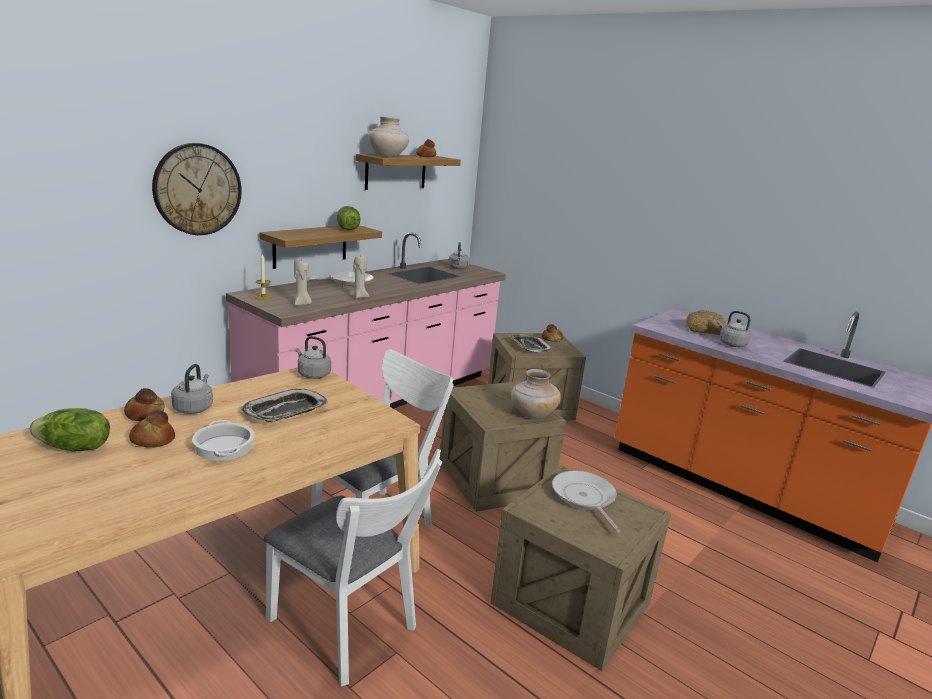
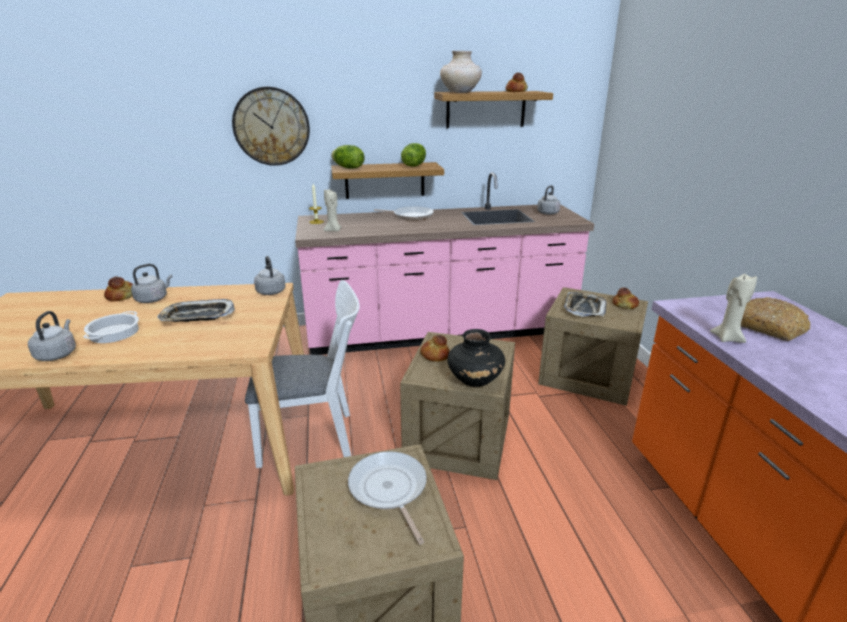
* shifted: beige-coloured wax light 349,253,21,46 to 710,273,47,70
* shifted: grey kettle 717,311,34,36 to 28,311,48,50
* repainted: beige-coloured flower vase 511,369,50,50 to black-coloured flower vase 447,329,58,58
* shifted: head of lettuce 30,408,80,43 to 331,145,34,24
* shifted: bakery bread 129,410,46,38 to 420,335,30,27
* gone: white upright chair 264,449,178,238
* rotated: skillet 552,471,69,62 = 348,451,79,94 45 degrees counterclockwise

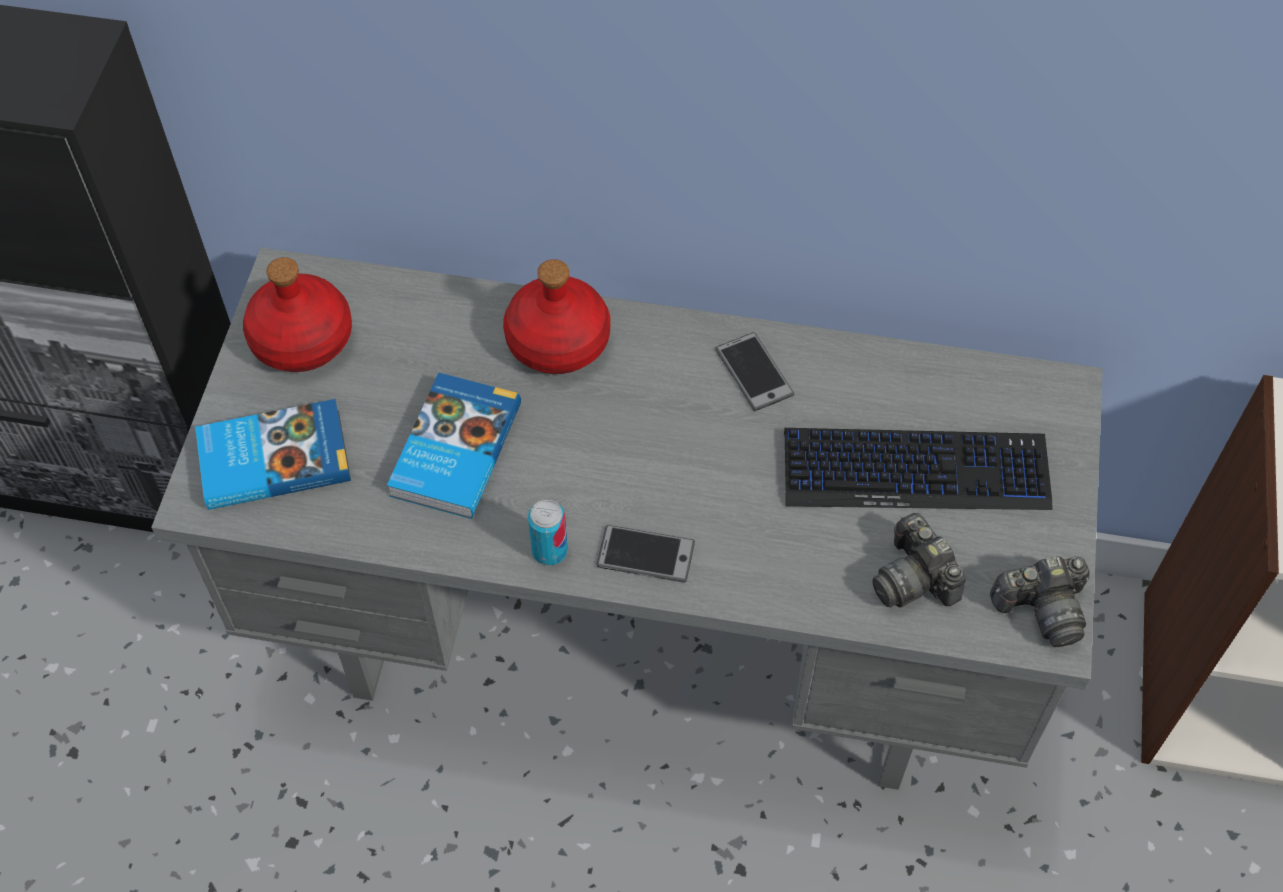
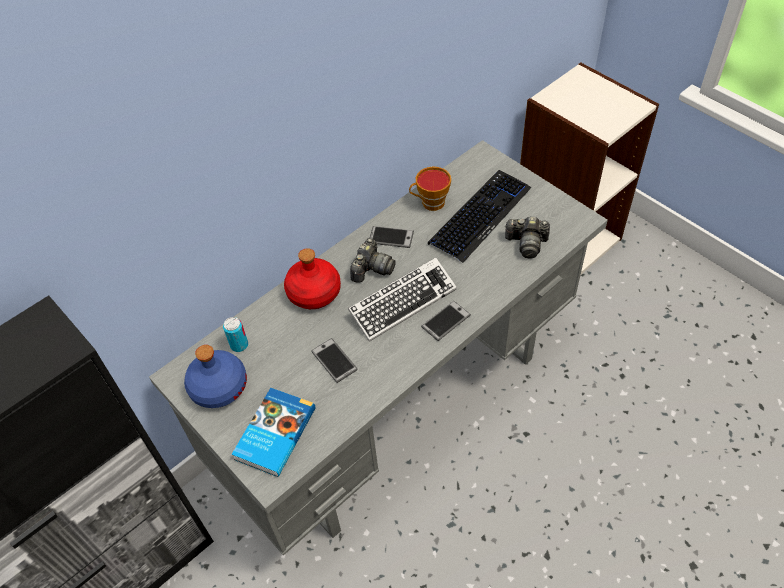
* repainted: red drink bottle 243,257,109,115 to bluish drink bottle 184,345,63,63
* swapped: volume 387,372,134,147 to telephone 311,338,47,45
* shifted: sealed can 528,500,40,65 to 223,317,25,35
* shifted: still camera 990,556,100,91 to 350,238,46,45
* new: cup 409,166,42,45
* new: PC keyboard 348,257,109,85

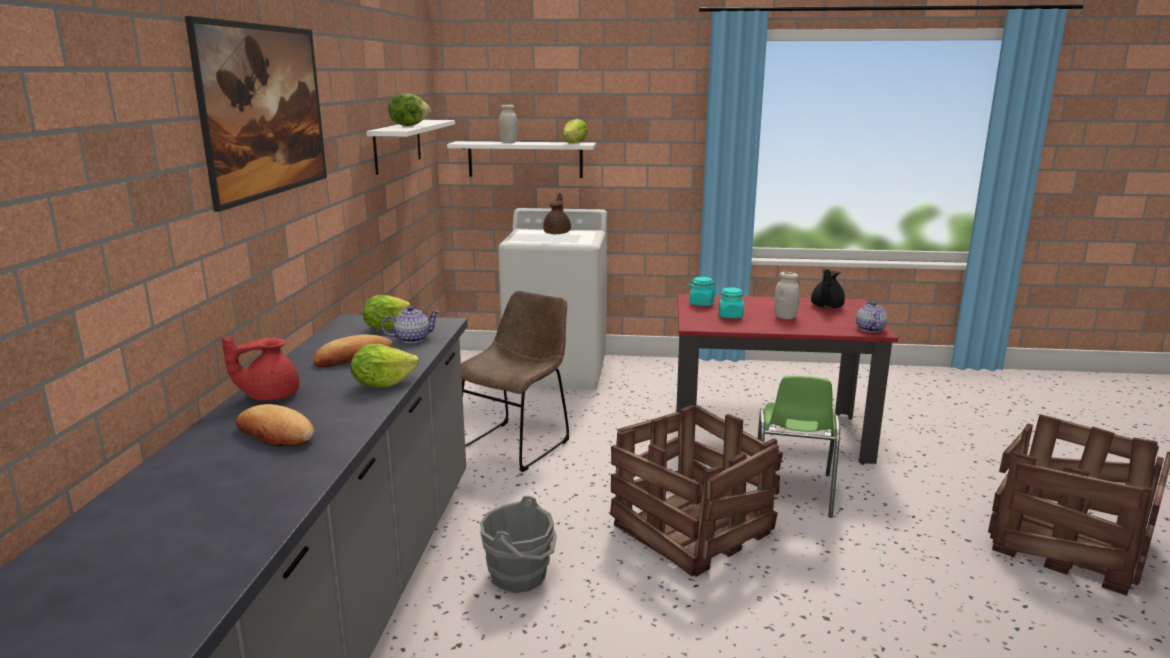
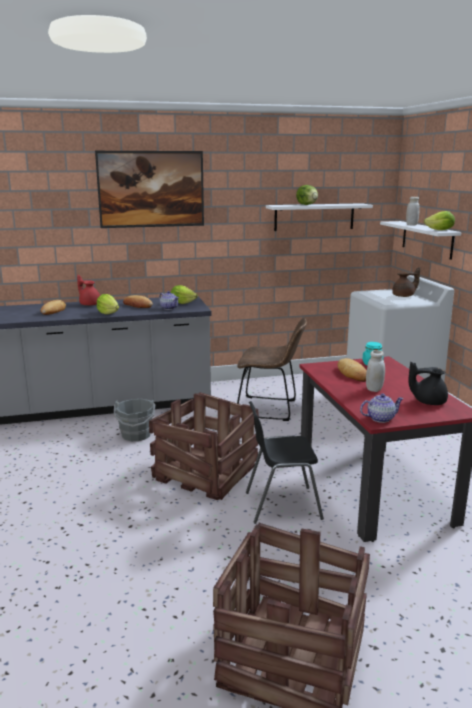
* swapped: blue-green jar 718,287,26,31 to bakery bread 337,358,30,24
* repainted: greenish upright chair 757,376,83,142 to black-coloured upright chair 246,401,78,123

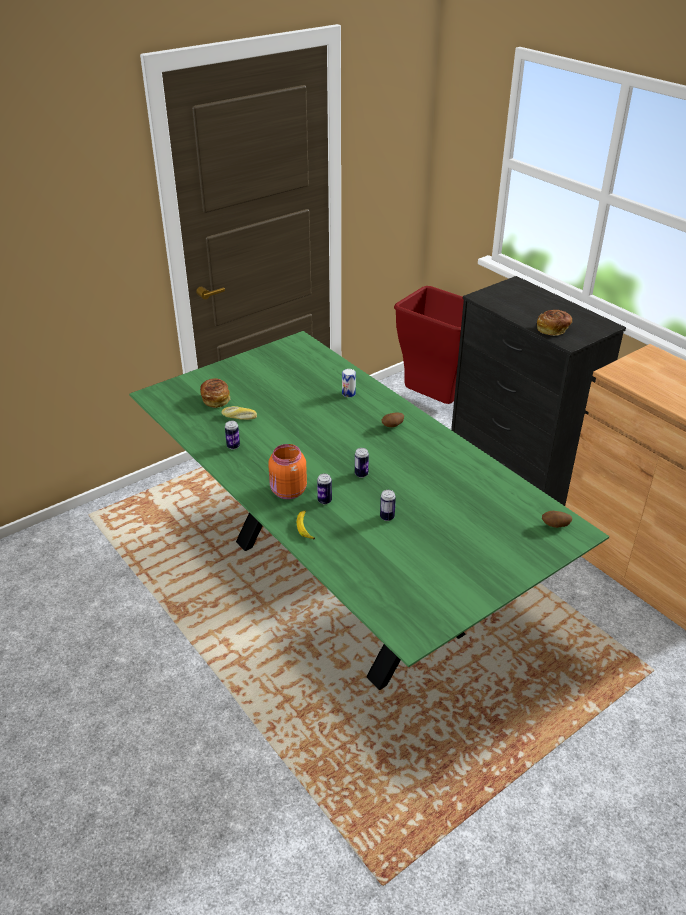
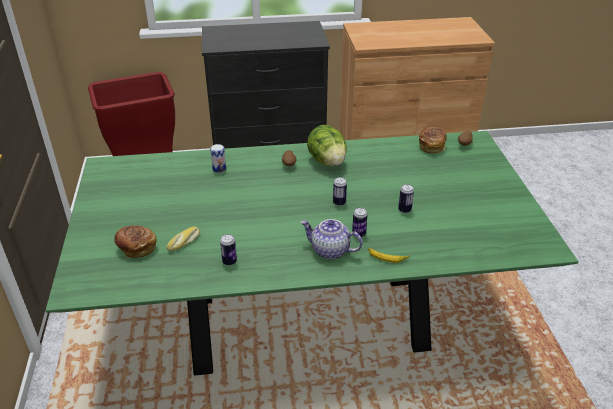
* shifted: bakery bread 537,310,35,26 to 419,127,28,27
* swapped: orange jar 268,444,39,55 to teapot 301,219,62,40
* new: head of lettuce 307,125,40,41

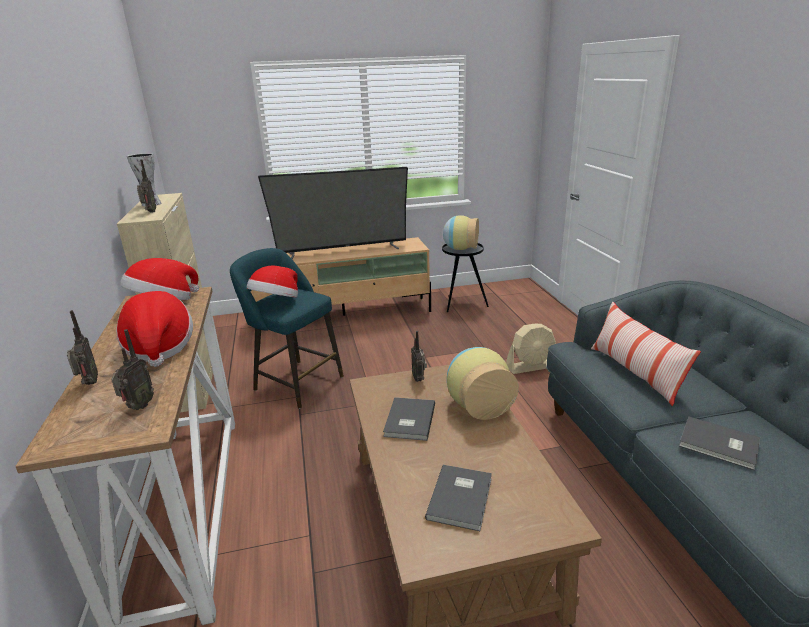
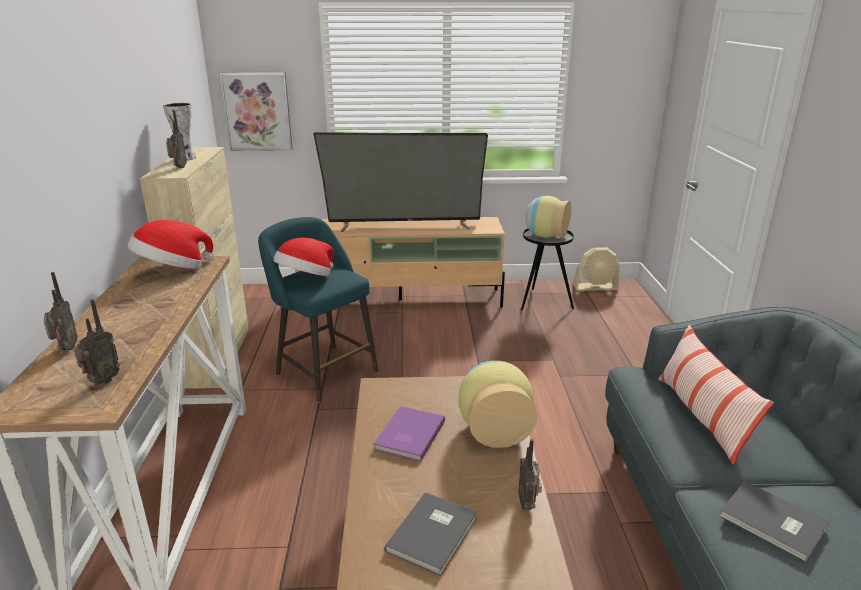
* gone: hat 116,291,77,76
* shifted: beige-coloured cooling fan 506,324,50,50 to 573,247,47,44
* shifted: radio set 411,331,16,51 to 518,439,24,71
* repainted: grey volume 383,397,52,44 to purple-coloured volume 374,406,71,56
* new: wall art 220,72,73,79

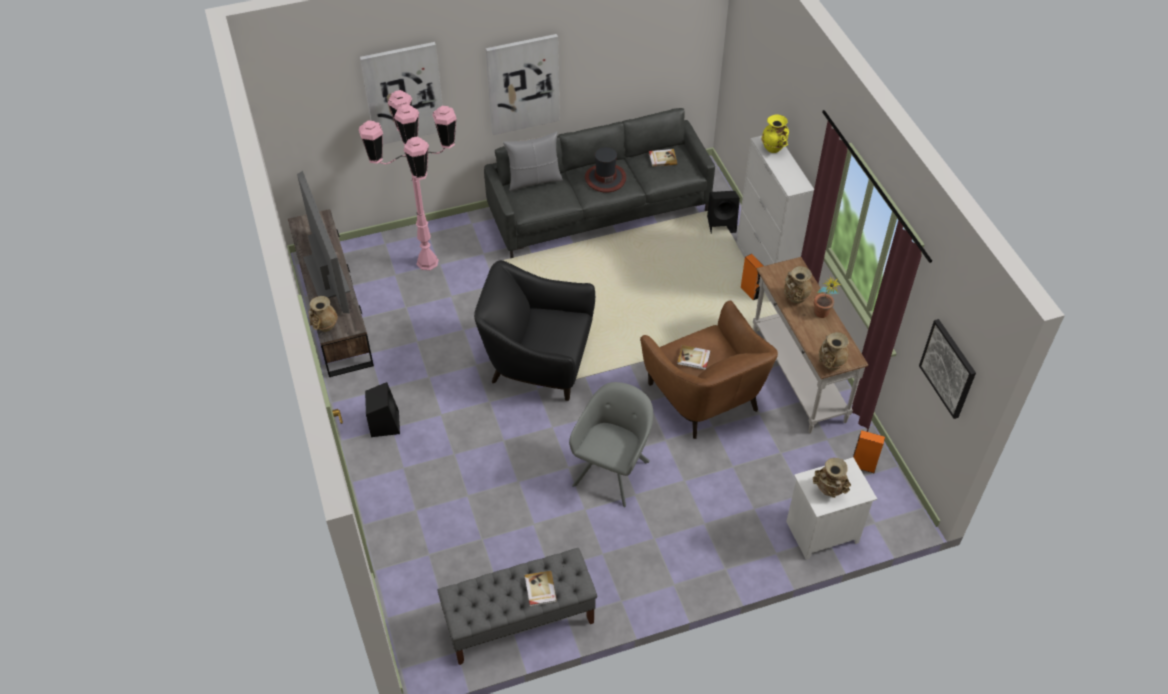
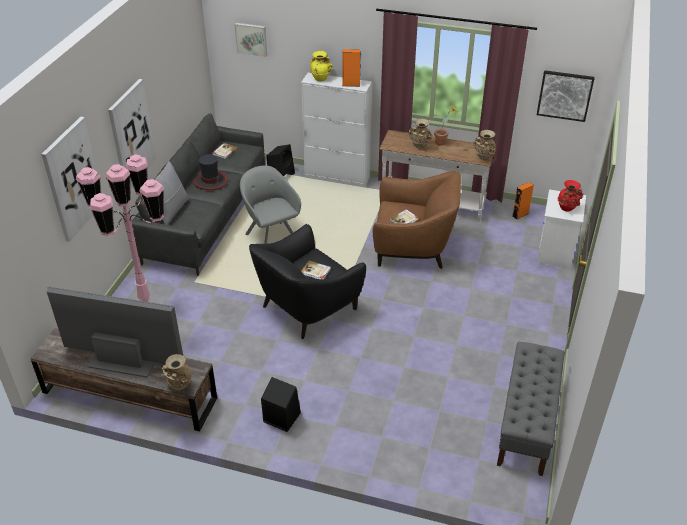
* shifted: orange audio speaker 741,254,22,46 to 342,49,19,38
* shifted: grey lounge chair 569,382,84,125 to 240,166,61,78
* repainted: beige-coloured flower vase 813,458,38,40 to red flower vase 558,180,25,32
* shifted: volume 525,571,32,36 to 301,261,30,18
* new: wall art 234,23,33,34

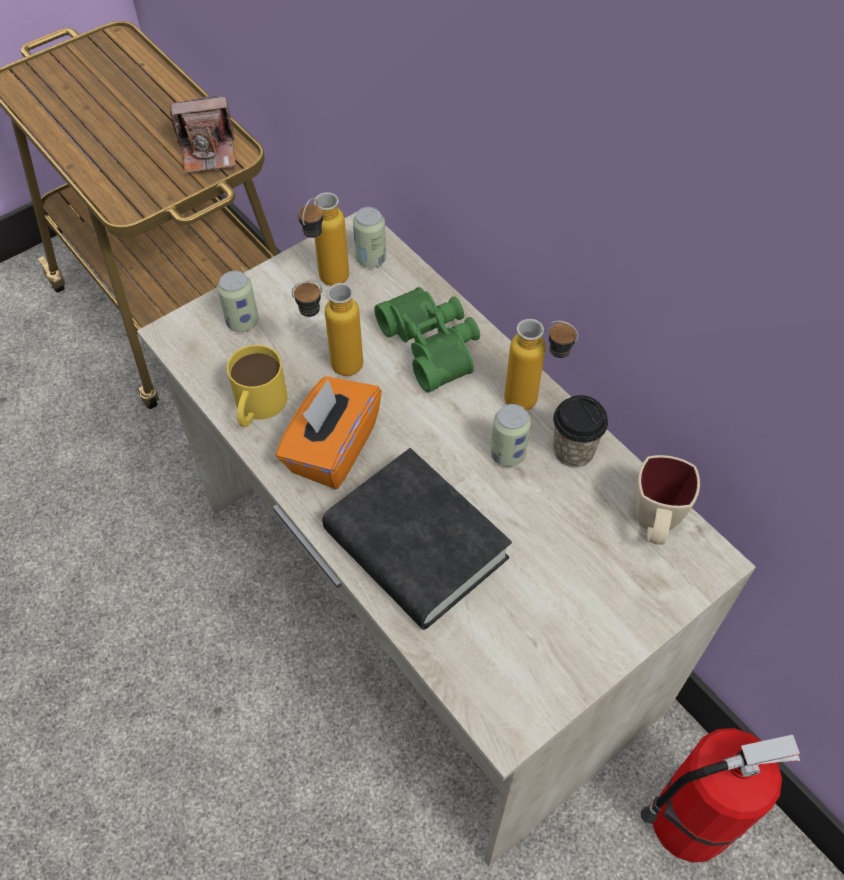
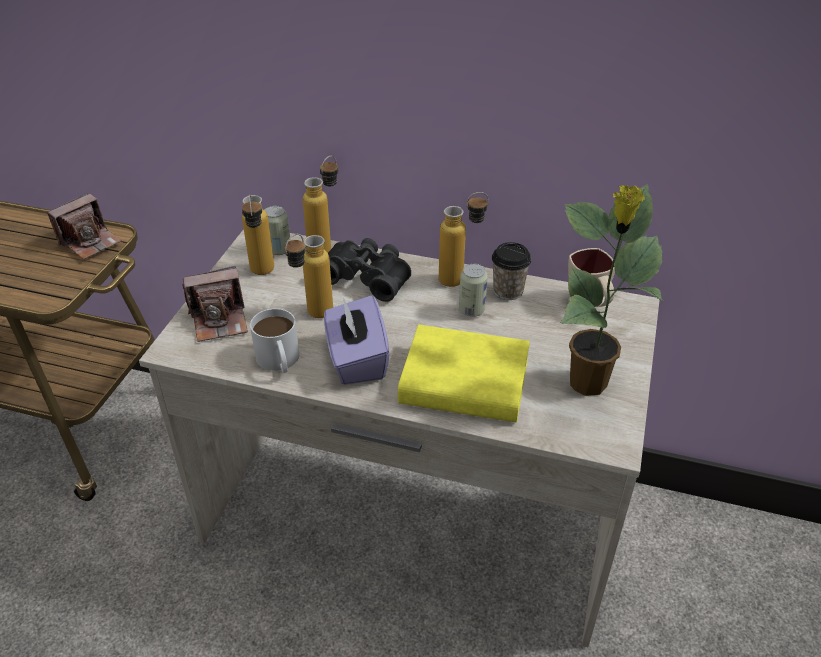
* swapped: sealed can 217,271,41,61 to still camera 182,266,66,76
* repainted: greenish field glasses 374,287,106,105 to black-coloured field glasses 328,238,83,64
* repainted: yellow tea mug 227,345,61,82 to white tea mug 250,308,49,65
* repainted: orange tissue box 275,376,107,113 to purple-coloured tissue box 324,295,66,90
* repainted: black-coloured volume 322,448,190,182 to yellow volume 398,325,132,97
* gone: fire extinguisher 641,728,159,135
* new: drink bottle 303,156,35,97
* new: potted plant 561,184,102,212

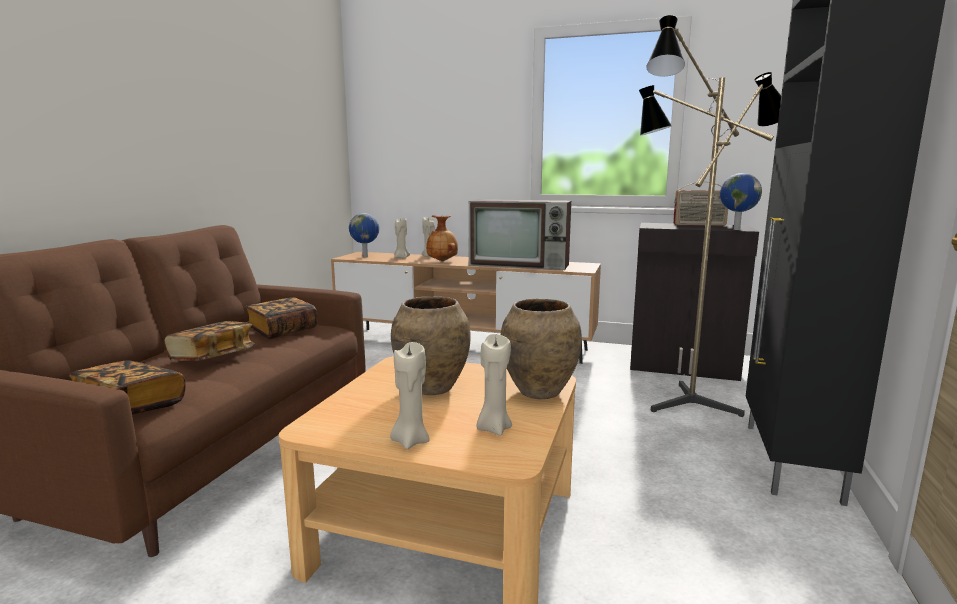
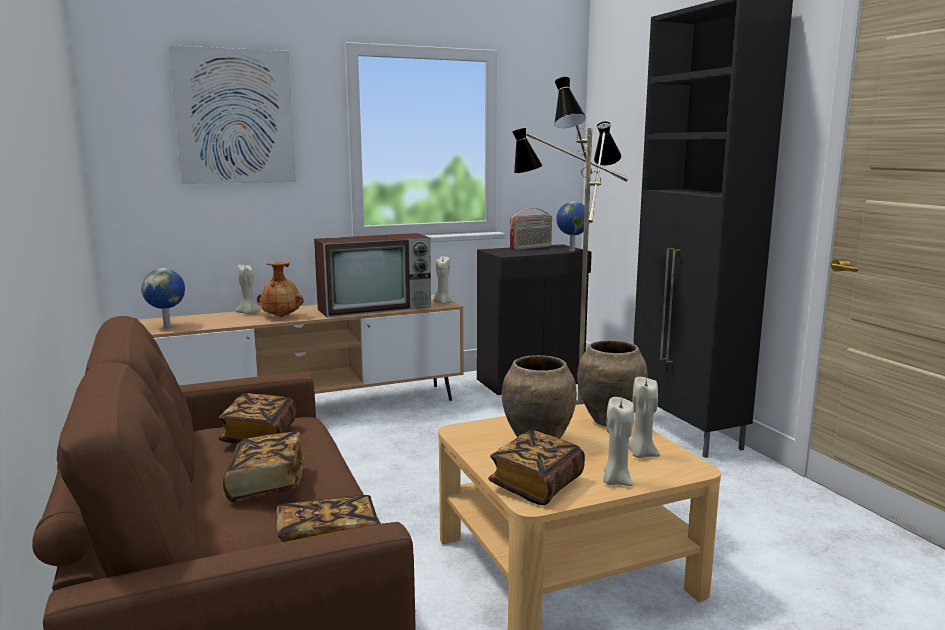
* shifted: beige-coloured wax light 394,217,16,42 to 434,256,18,48
* new: wall art 169,45,127,139
* new: volume 488,430,97,75

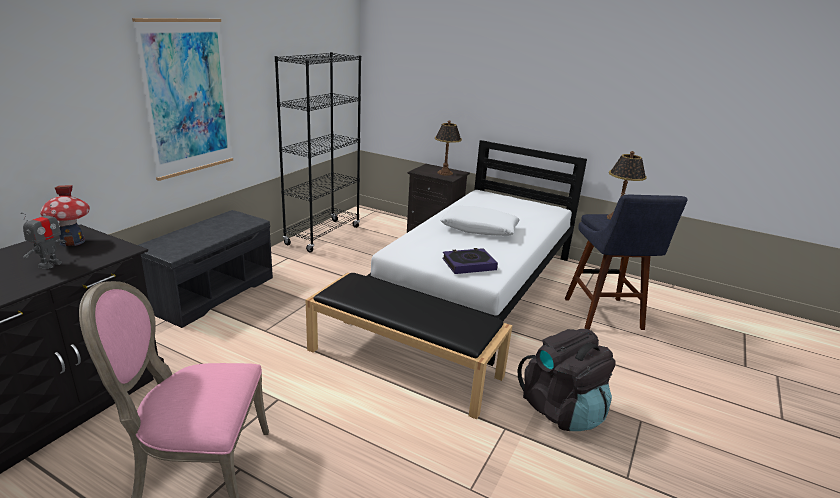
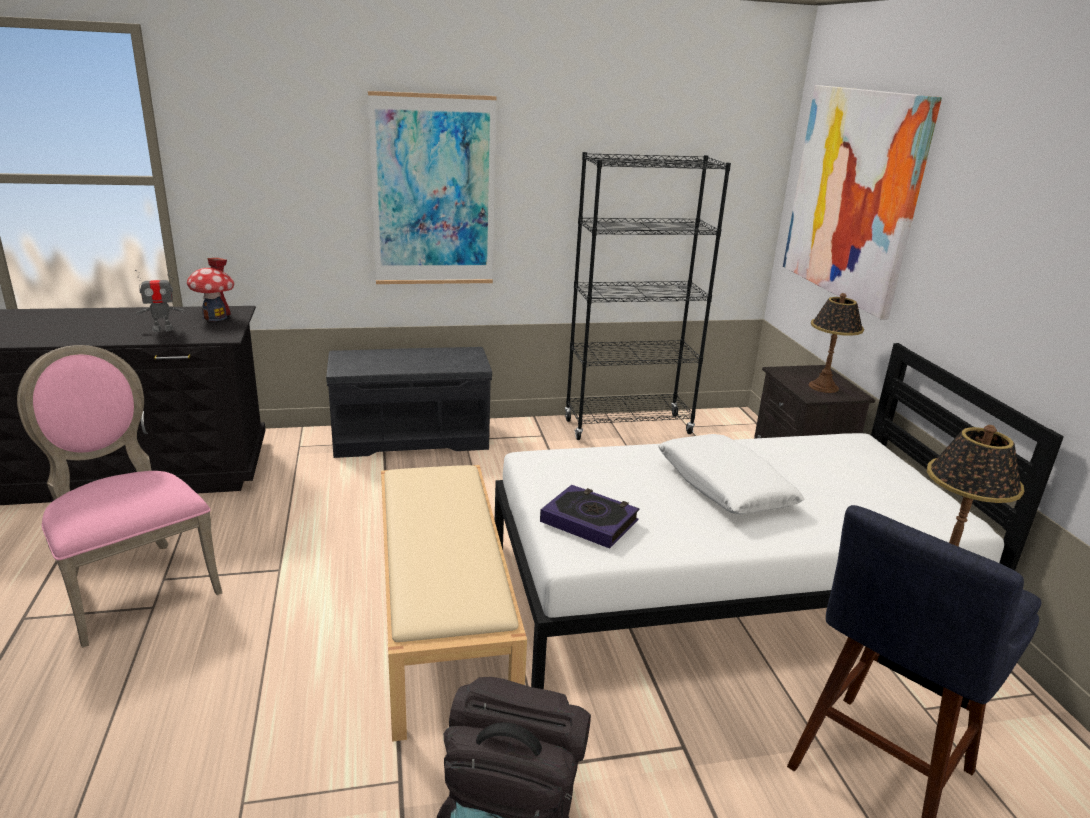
* repainted: black-coloured indoor bench 306,273,206,146 to beige-coloured indoor bench 381,465,146,277
* new: wall art 783,85,159,235

